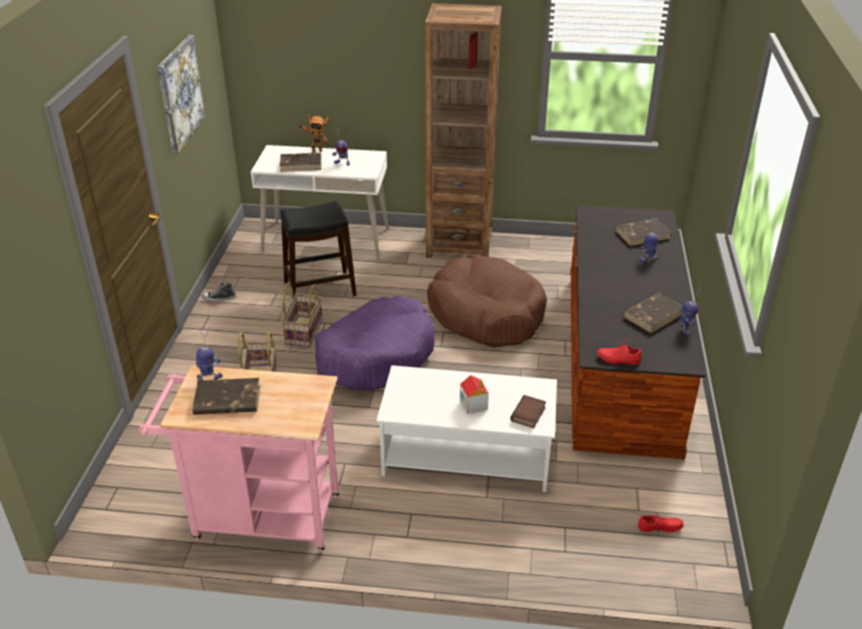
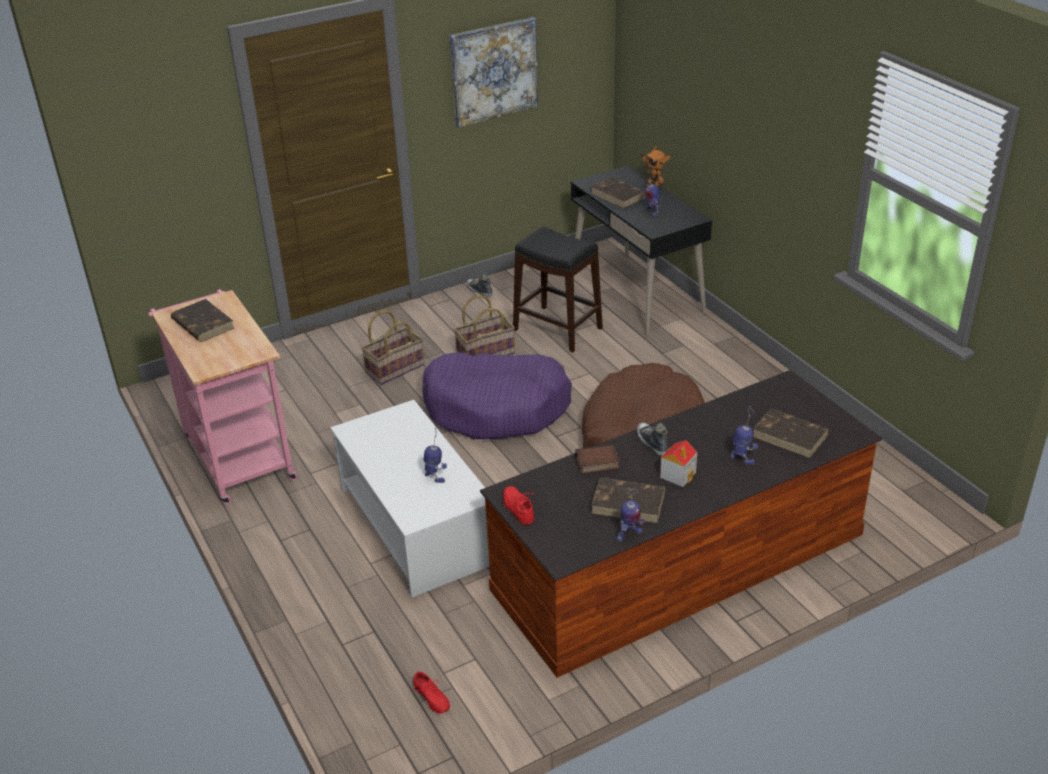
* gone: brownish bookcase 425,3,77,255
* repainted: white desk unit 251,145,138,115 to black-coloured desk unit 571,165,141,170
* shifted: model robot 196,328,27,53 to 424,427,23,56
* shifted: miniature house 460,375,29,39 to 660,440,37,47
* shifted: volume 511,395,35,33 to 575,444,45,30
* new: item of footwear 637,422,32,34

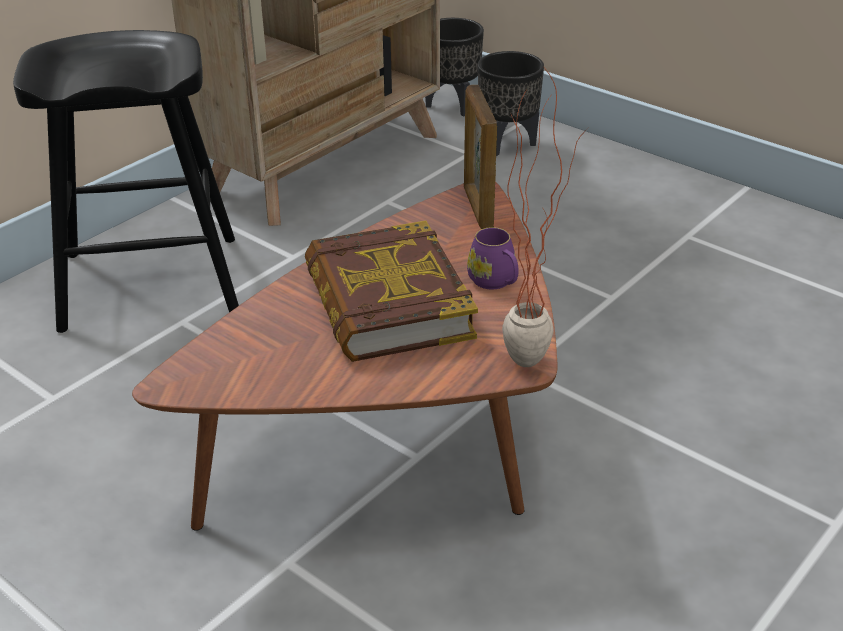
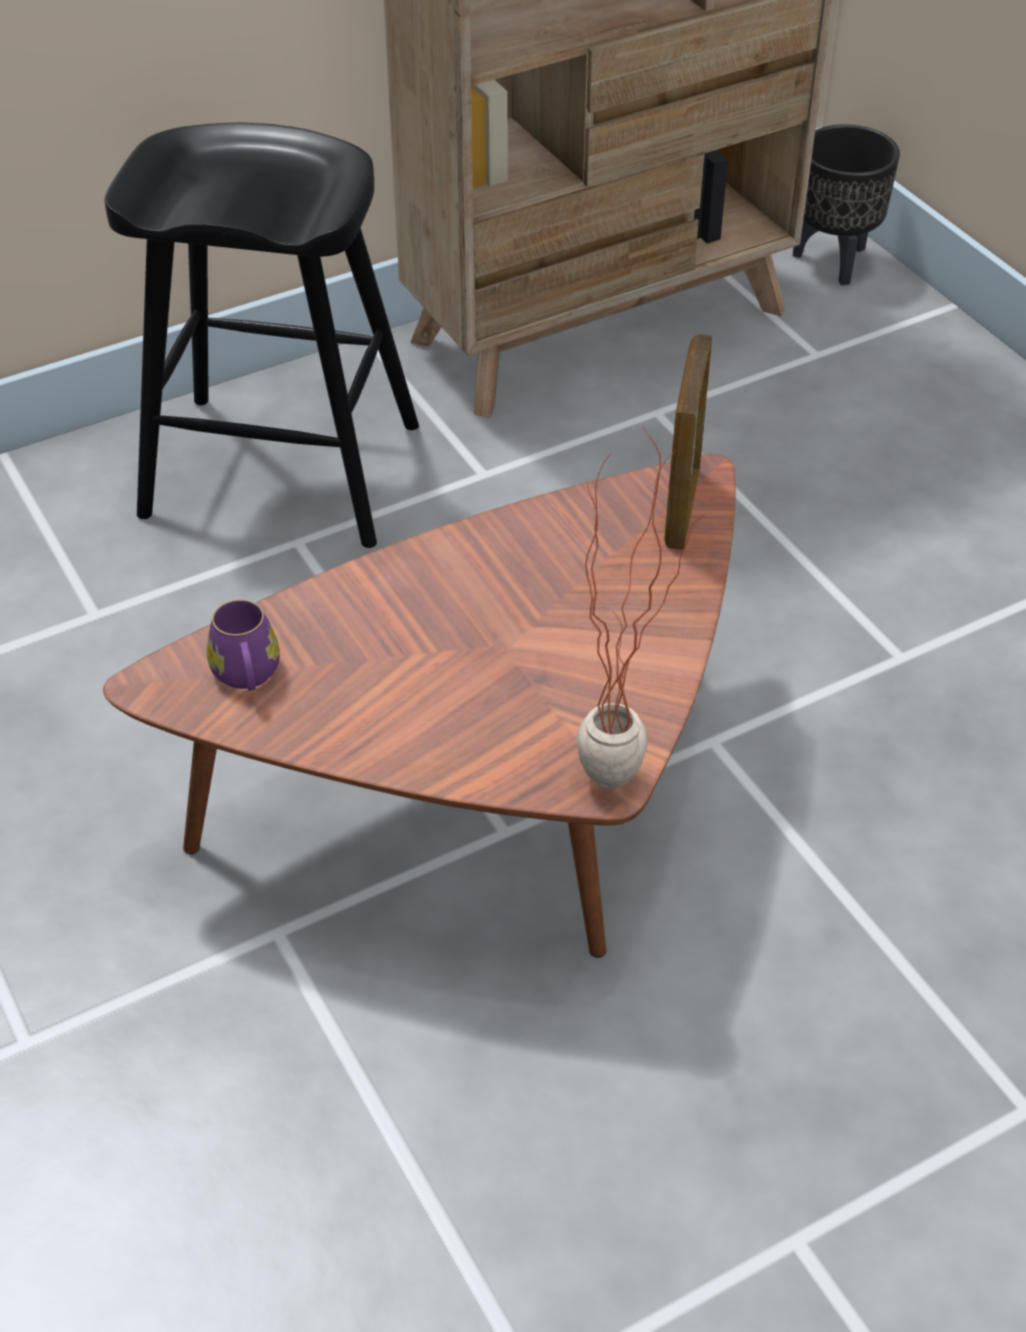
* gone: black-coloured plant pot 478,51,66,105
* gone: volume 305,221,173,141
* shifted: purple-coloured tea mug 467,227,52,62 to 207,600,73,91

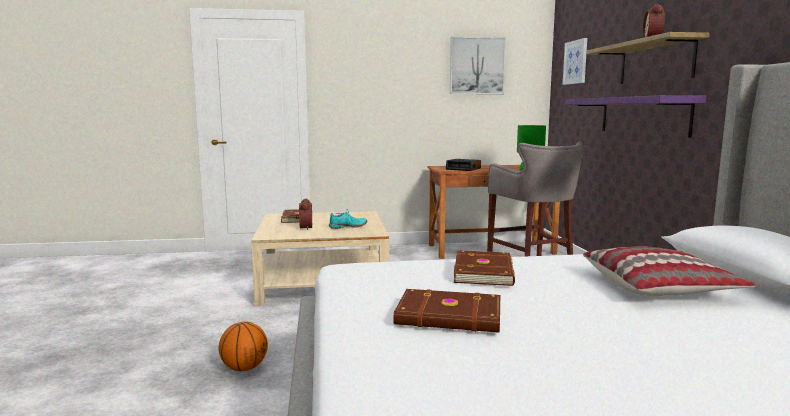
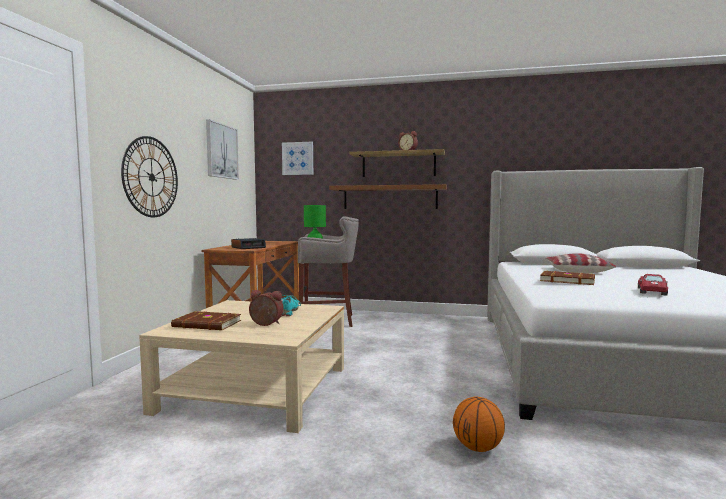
* repainted: purple-coloured wall shelf 565,95,141,43 to brownish wall shelf 329,184,118,25
* swapped: brownish volume 393,289,107,44 to red miniature car 638,274,30,21
* new: hanging clock 121,136,57,81

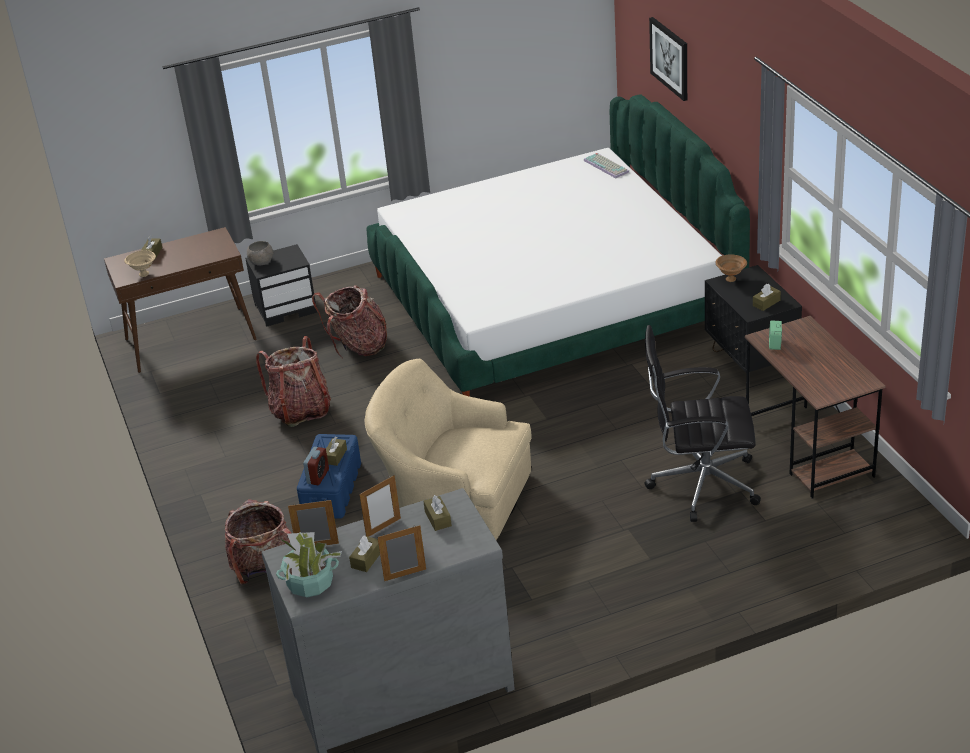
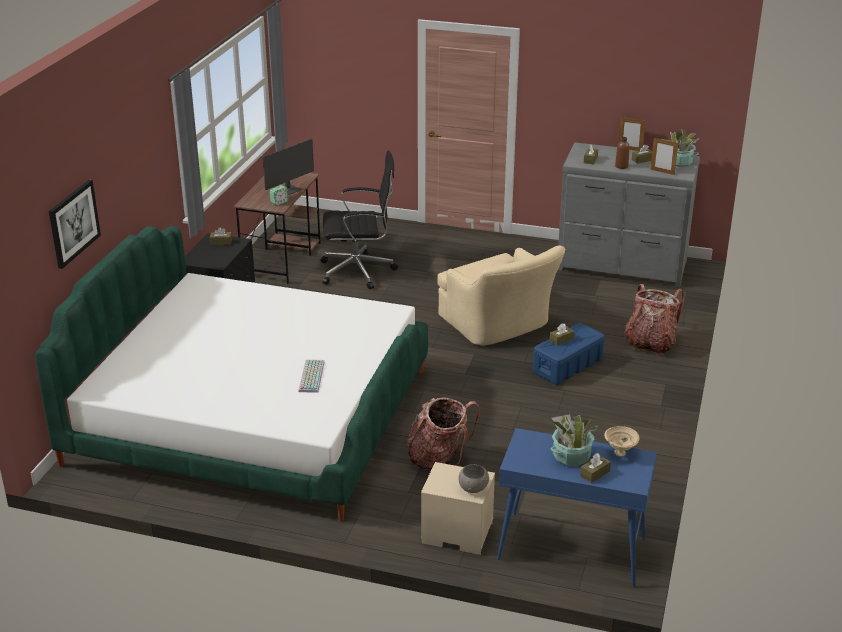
* shifted: PC keyboard 584,153,45,25 to 298,359,26,34
* repainted: brownish hall table 104,227,152,146 to bluish hall table 497,428,160,159
* repainted: black-coloured bedside table 245,244,72,83 to beige-coloured bedside table 421,462,74,93
* gone: brownish bowl 716,254,31,28
* rotated: black-coloured desk chair 645,325,116,197 = 321,150,77,139 45 degrees counterclockwise
* gone: knapsack 256,336,75,91
* gone: alarm clock 303,447,26,38
* swapped: photo frame 359,475,42,62 to brownish drink bottle 615,137,15,32
* new: computer display 263,139,51,56
* new: potted plant 551,414,47,52

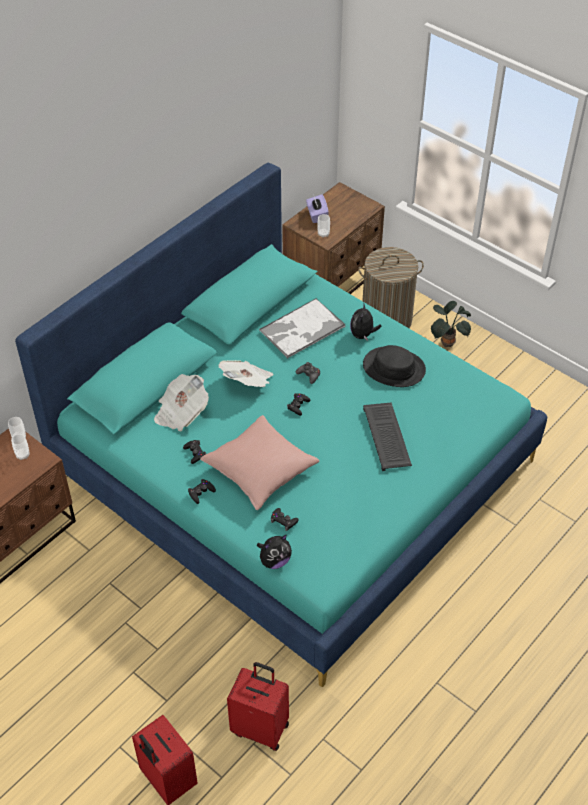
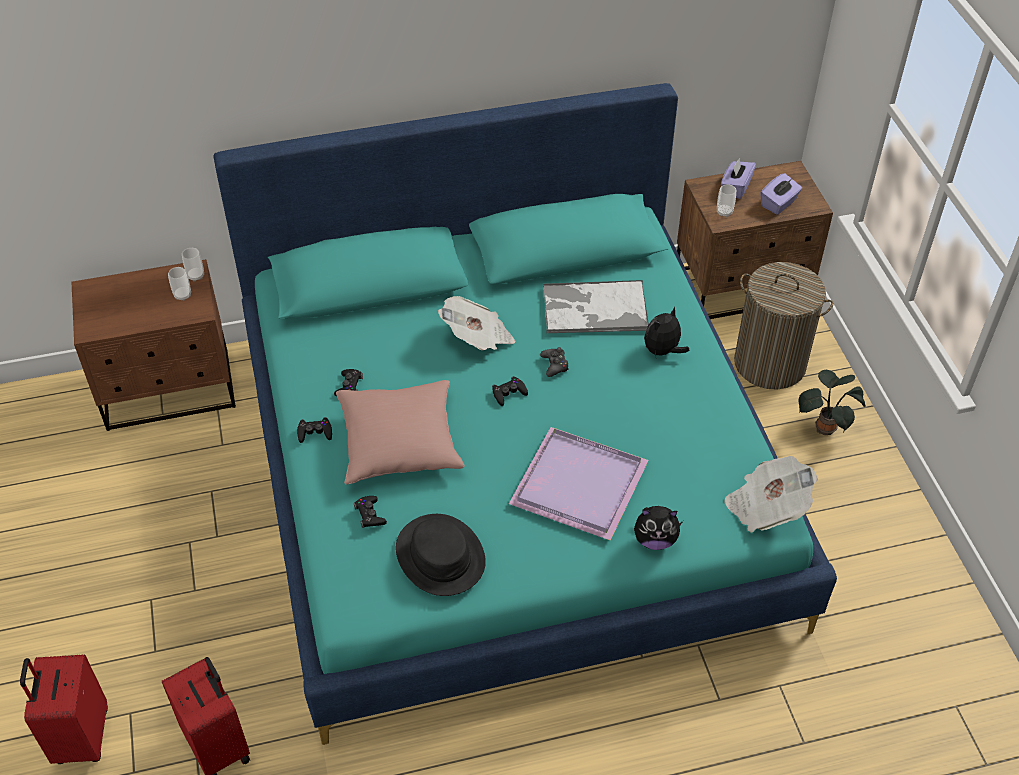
* shifted: black-coloured hat 363,345,63,42 to 396,514,90,82
* shifted: daily paper 154,374,55,57 to 724,456,94,76
* swapped: PC keyboard 363,402,49,69 to purple-coloured serving tray 509,427,140,114
* shifted: soft toy 257,534,35,35 to 634,506,49,44
* new: purple-coloured tissue box 760,173,42,42

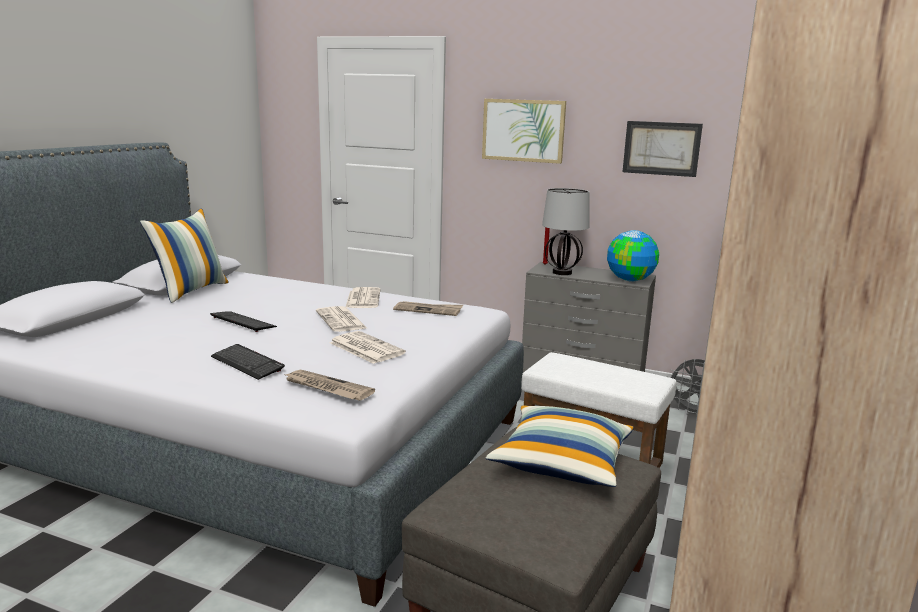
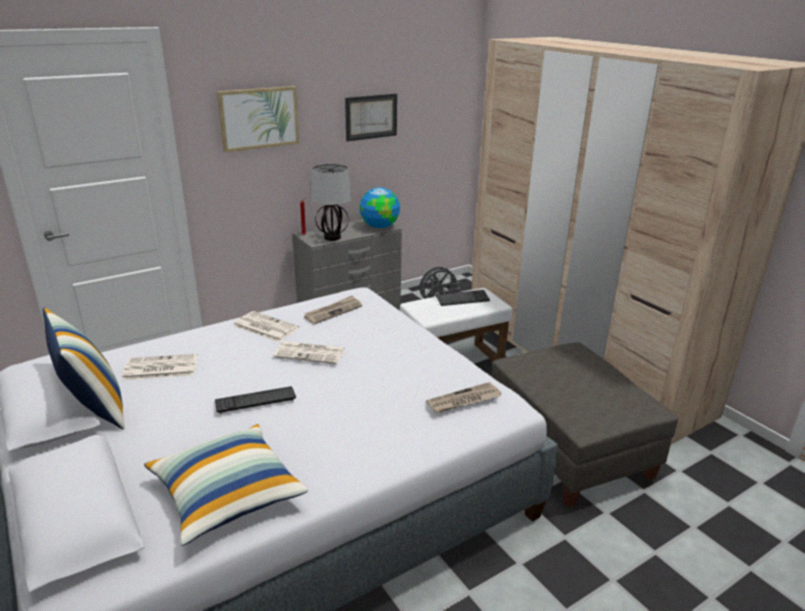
* shifted: daily paper 330,331,76,33 to 122,354,76,26
* shifted: PC keyboard 211,344,74,36 to 436,290,54,16
* shifted: cushion 486,405,148,82 to 144,424,164,122

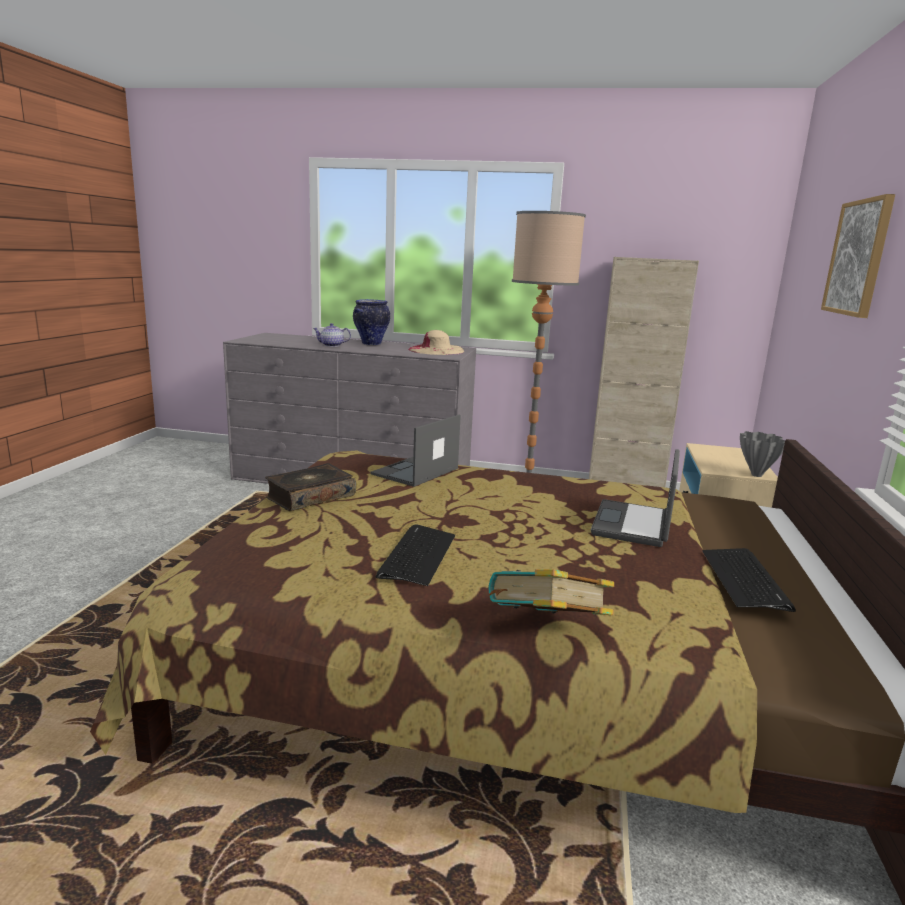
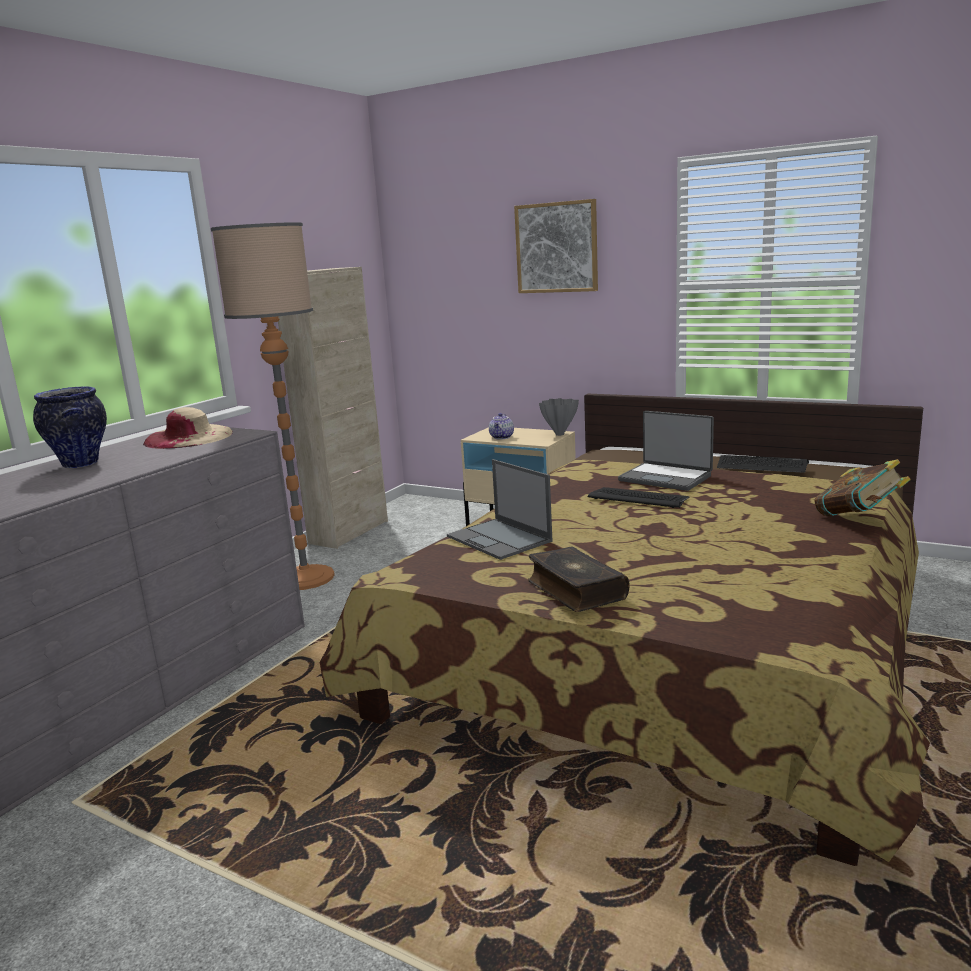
* shifted: teapot 313,323,38,24 to 489,413,25,27
* shifted: PC keyboard 376,524,79,62 to 588,487,102,21

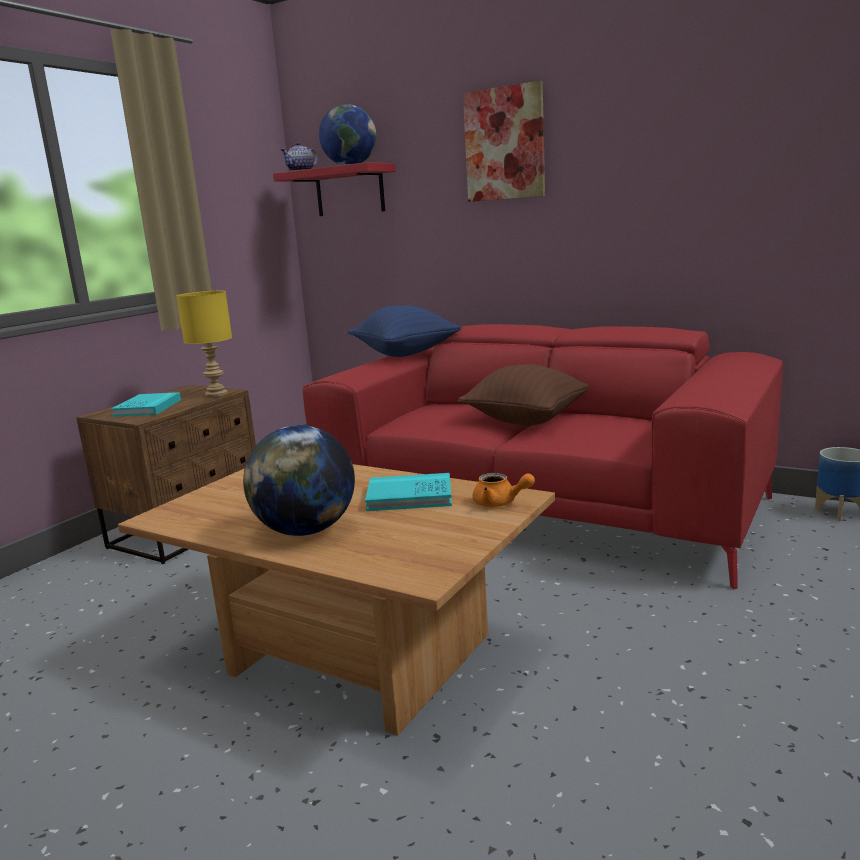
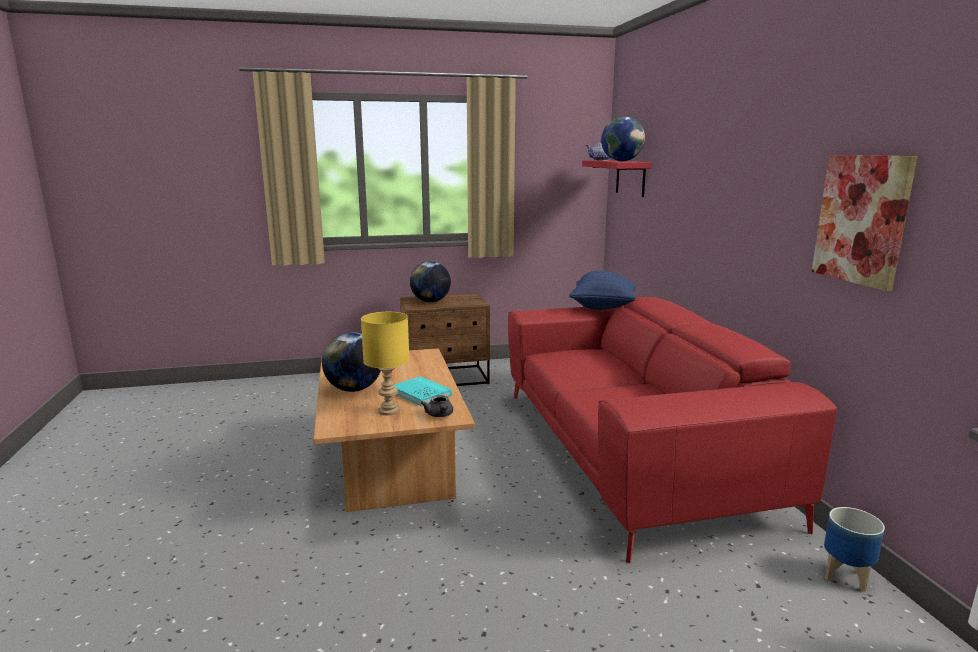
* shifted: wall art 463,81,82,121 to 812,155,106,136
* shifted: yellow tabletop lamp 176,291,56,106 to 361,312,48,103
* gone: brownish cushion 458,364,130,61
* swapped: blue-green volume 111,392,70,25 to world globe 410,261,41,41
* repainted: orange teapot 473,473,62,34 to grey teapot 421,395,32,22

